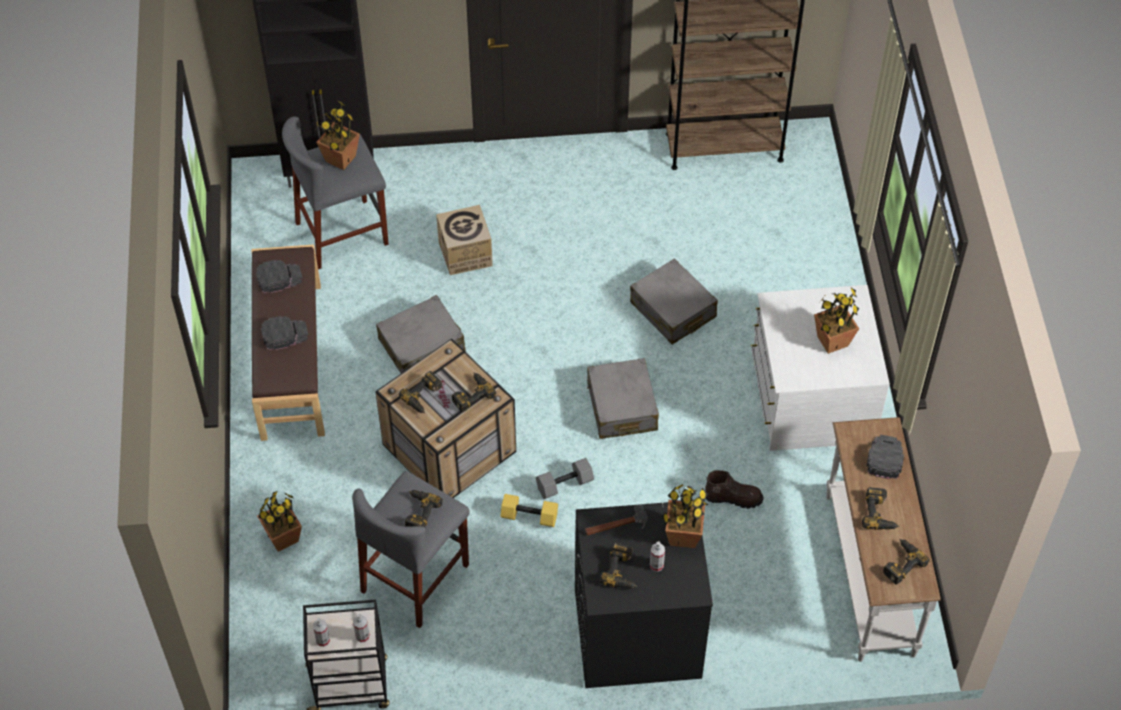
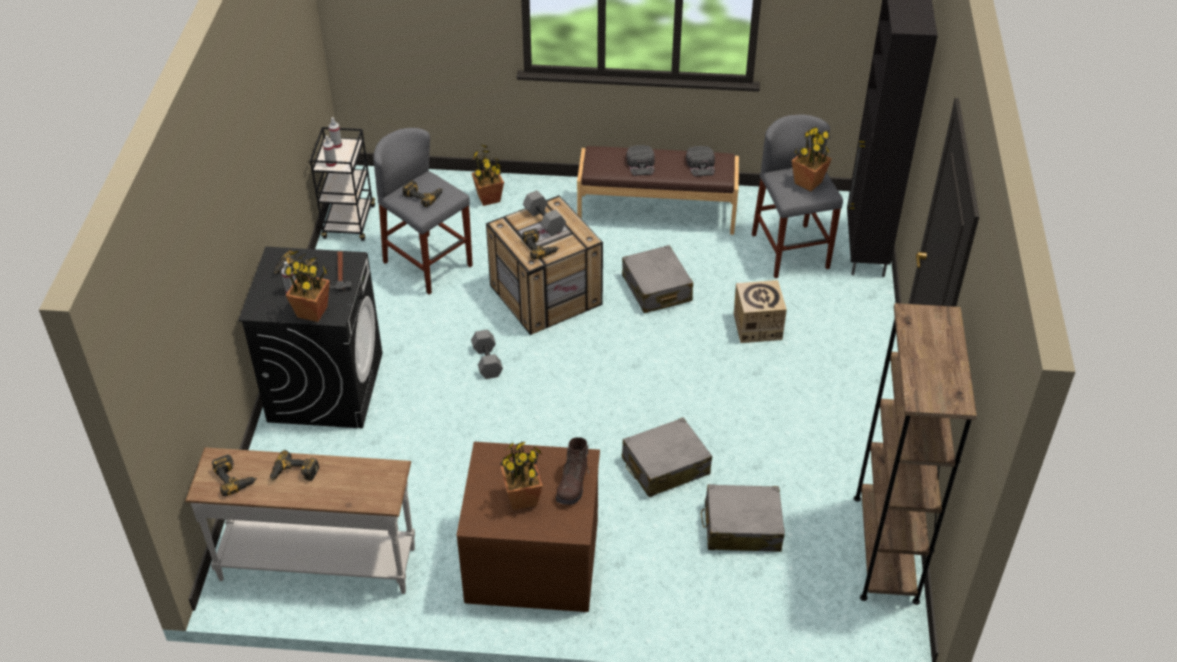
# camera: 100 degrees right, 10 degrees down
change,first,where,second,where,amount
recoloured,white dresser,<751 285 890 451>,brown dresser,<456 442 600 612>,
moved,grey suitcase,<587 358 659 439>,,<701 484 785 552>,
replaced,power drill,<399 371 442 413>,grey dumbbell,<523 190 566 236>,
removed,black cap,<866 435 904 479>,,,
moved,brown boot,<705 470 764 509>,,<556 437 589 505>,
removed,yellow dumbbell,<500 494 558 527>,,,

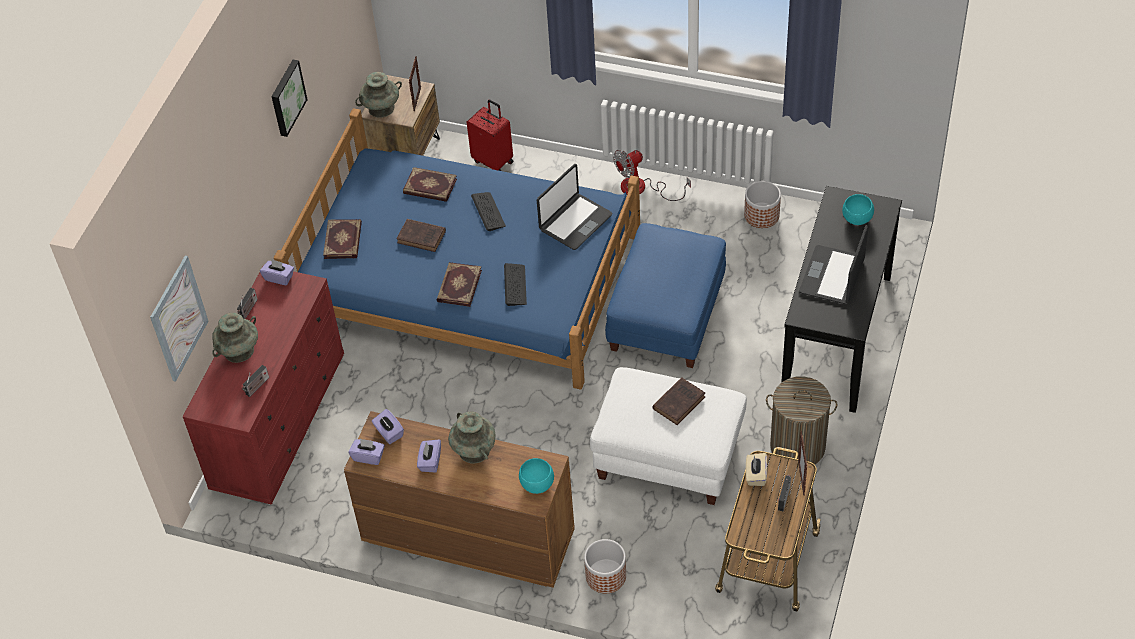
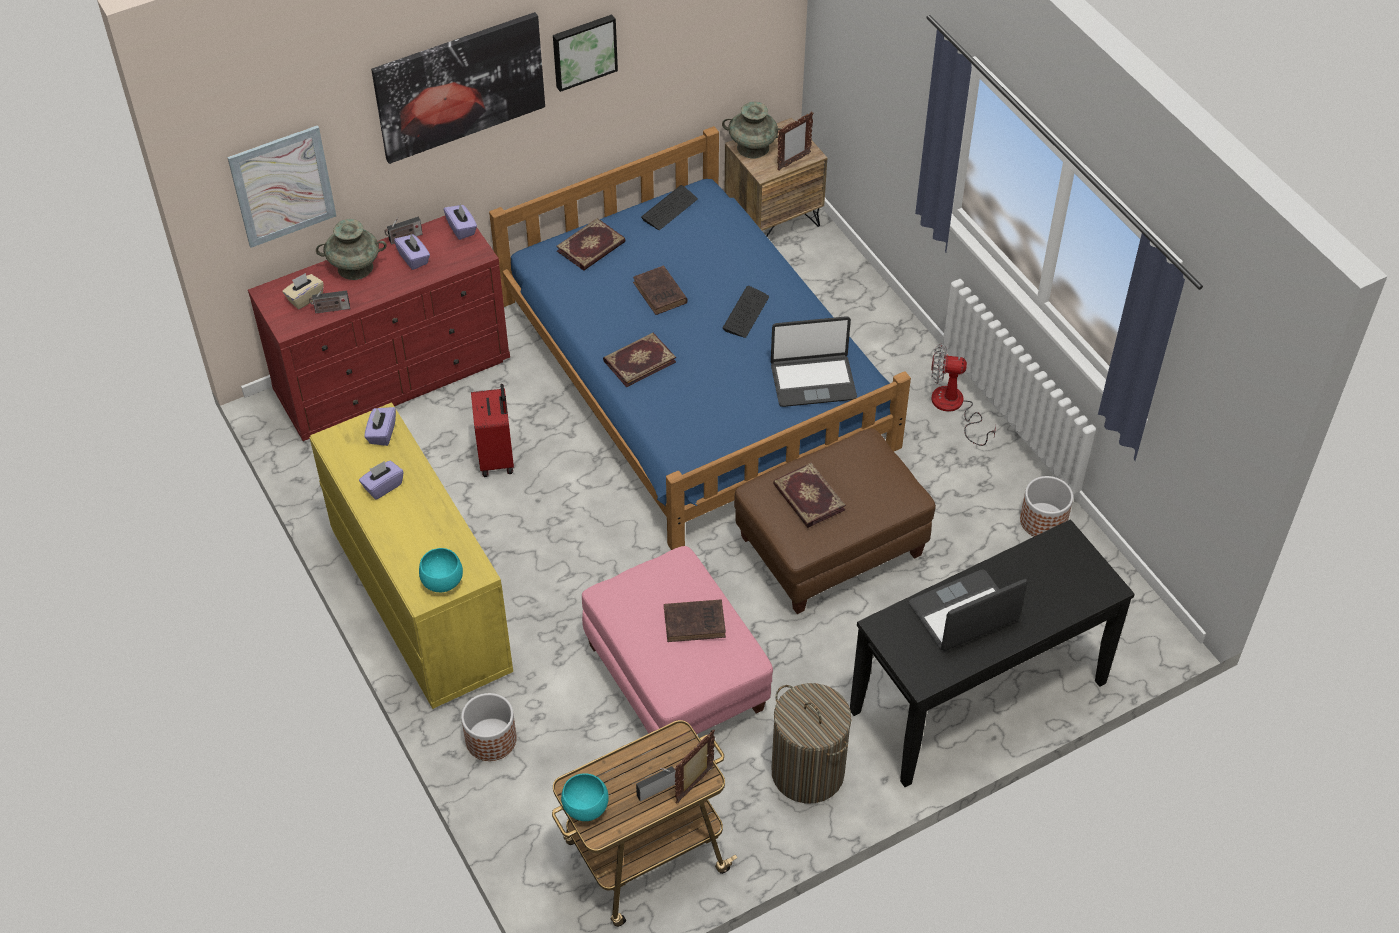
# camera: 40 degrees right, 0 degrees up
change,first,where,second,where,amount
moved,red suitcase,<467 100 513 171>,,<471 384 514 477>,
moved,book,<403 167 457 202>,,<773 463 846 528>,
moved,turquoise bowl,<842 194 874 225>,,<561 773 609 821>,
recoloured,blue ottoman,<605 223 726 368>,brown ottoman,<734 428 936 614>,
moved,keyboard,<504 263 527 306>,,<641 185 698 230>,
recoloured,white ottoman,<590 367 747 505>,pink ottoman,<582 546 773 756>,
recoloured,brown dresser,<344 411 575 587>,yellow dresser,<309 402 513 709>,
removed,turquoise vase,<448 412 495 463>,,,
moved,purple tissue box,<349 438 385 465>,,<394 234 430 270>,
moved,beige tissue box,<746 453 767 486>,,<282 273 324 309>,
added,,,picture,<371 12 545 164>,

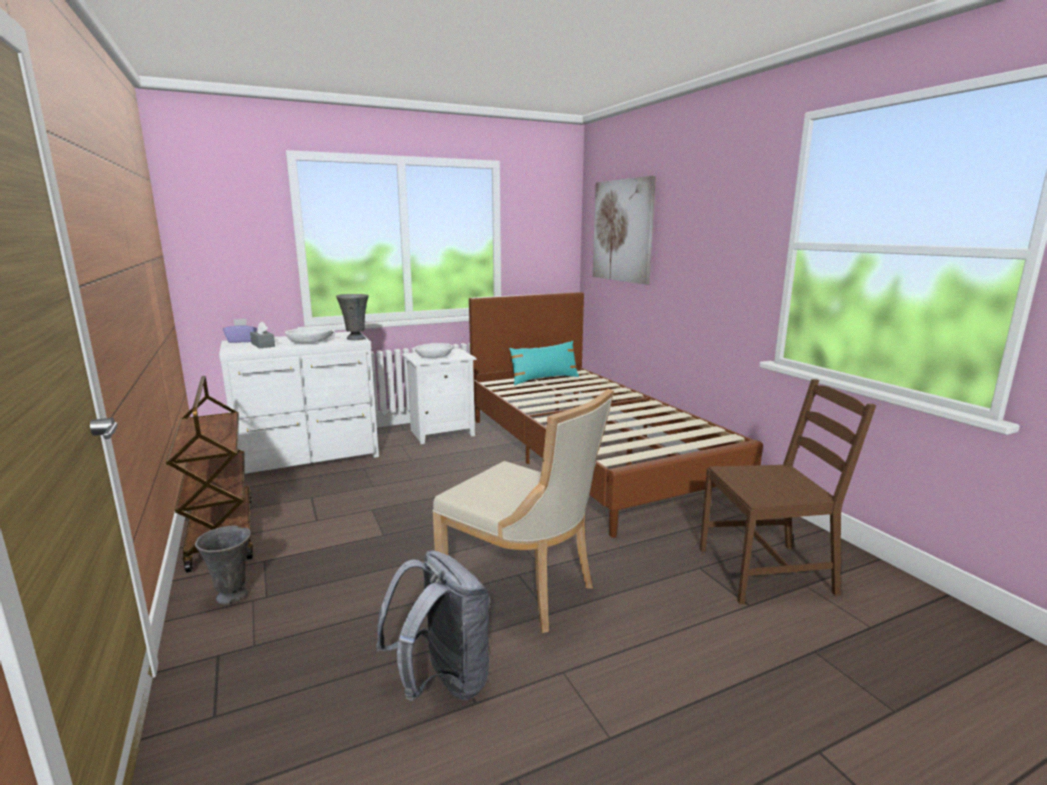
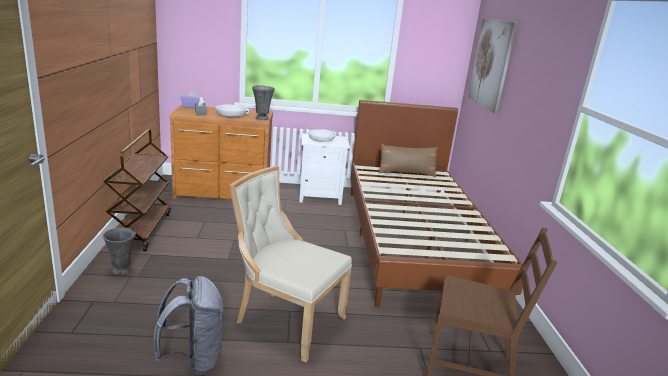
# camera: 20 degrees right, 5 degrees up
change,first,where,second,where,amount
recoloured,white dresser,<219 332 379 474>,brown dresser,<170 105 273 199>,
recoloured,turquoise pillow,<509 341 579 385>,brown pillow,<379 144 438 177>,
turned,beige chair,<432 389 614 633>,,<230 166 352 363>,150 degrees clockwise

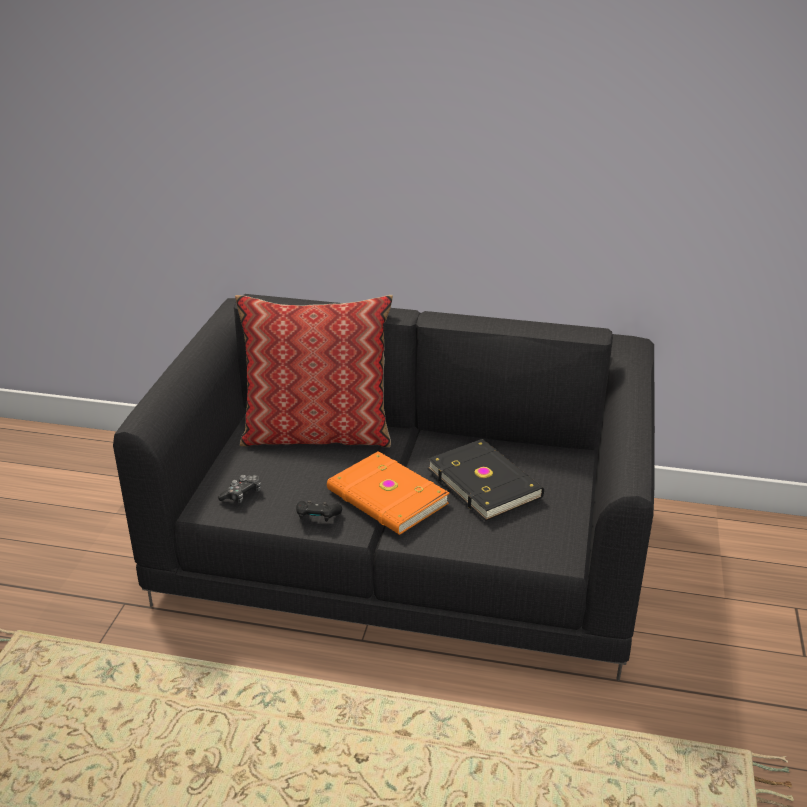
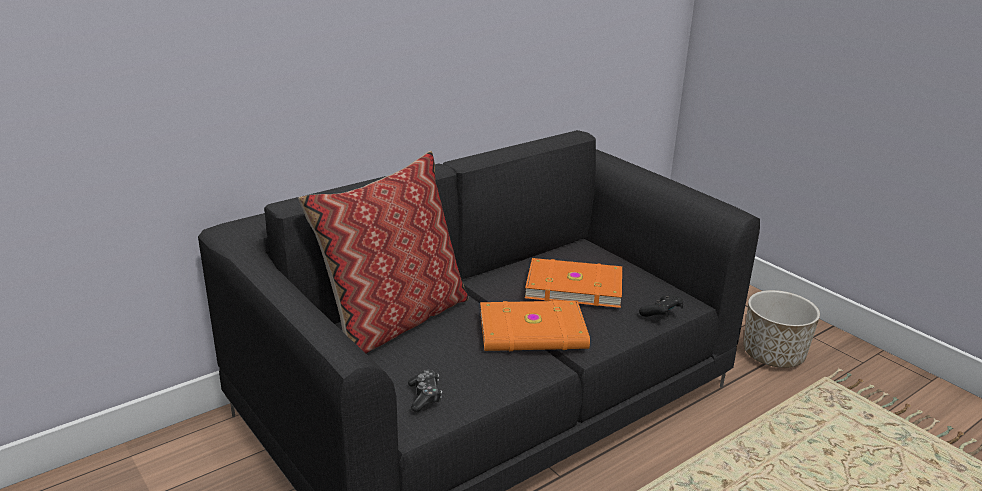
# camera: 50 degrees left, 5 degrees down
change,first,where,second,where,amount
recoloured,black book,<428 439 544 521>,orange book,<525 258 622 308>,
moved,black game controller,<296 501 342 522>,,<639 295 683 317>,
added,,,planter,<743 290 820 368>,

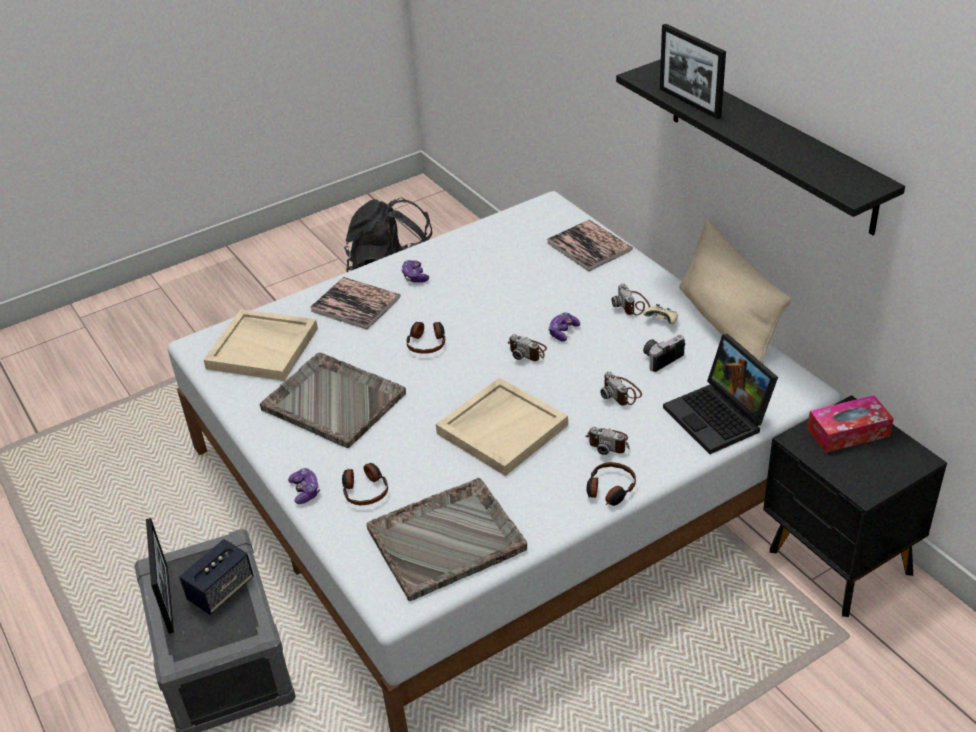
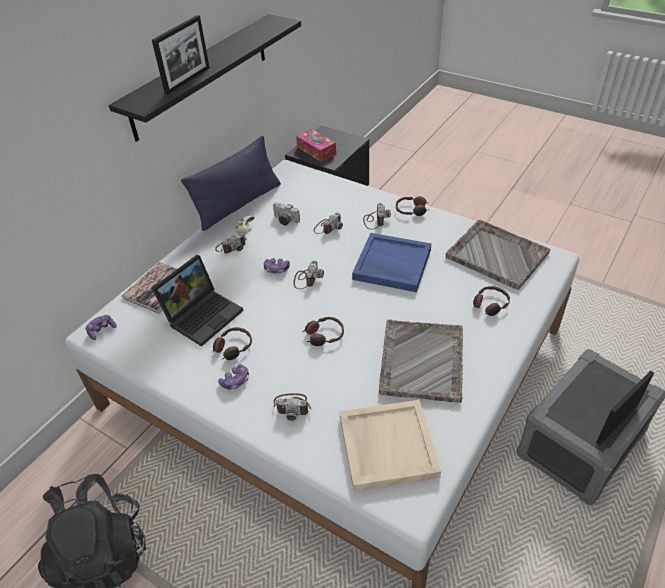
# camera: 115 degrees left, 5 degrees up
change,first,where,second,where,amount
recoloured,beige pillow,<679 220 792 364>,blue pillow,<181 136 281 231>,
replaced,book,<310 277 400 330>,photo camera,<273 393 311 421>,
moved,laptop,<663 334 778 454>,,<152 255 243 347>,
recoloured,beige tray,<436 378 568 476>,blue tray,<352 233 432 292>,
moved,game controller,<288 468 320 504>,,<85 315 117 340>,
removed,speaker,<179 539 254 615>,,,
added,,,headphones,<212 327 252 360>,

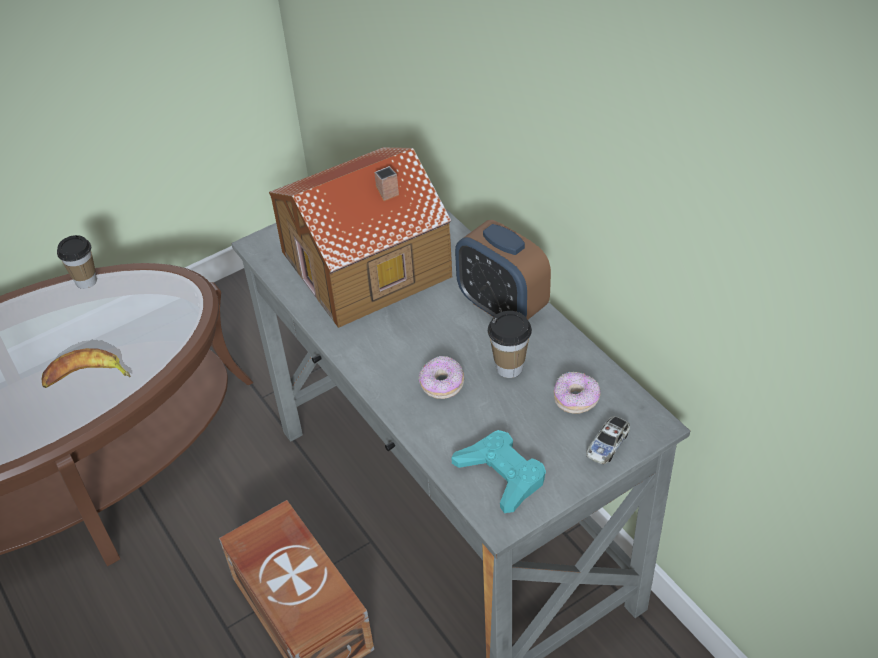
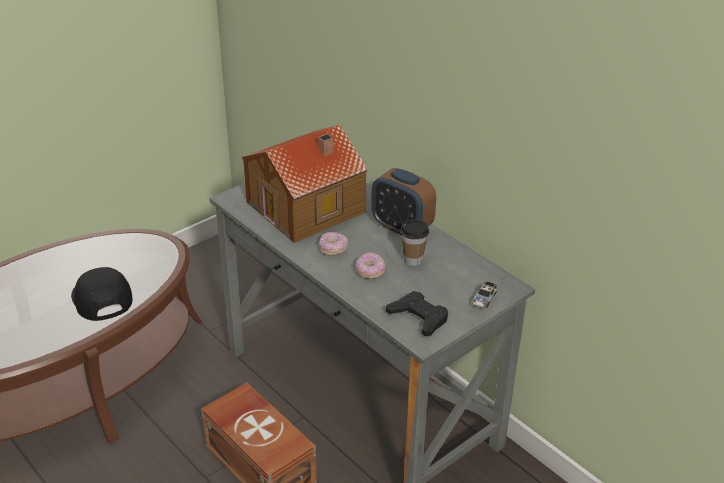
# camera: 10 degrees left, 10 degrees down
change,first,where,second,where,amount
removed,cup,<57 235 97 289>,,,
replaced,banana,<41 348 130 388>,black cap,<71 267 133 321>,
moved,donut,<554 372 601 414>,,<319 232 348 256>,
recoloured,turquoise game controller,<451 430 546 513>,black game controller,<386 291 448 337>,

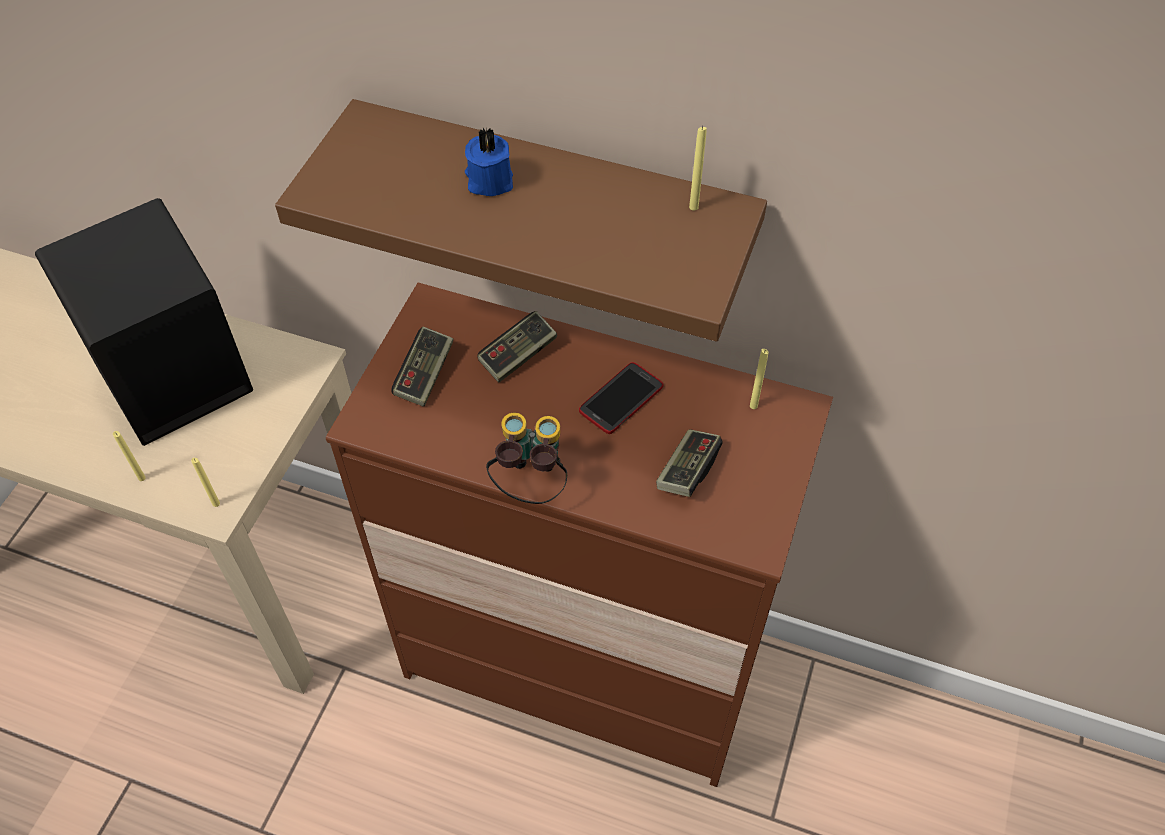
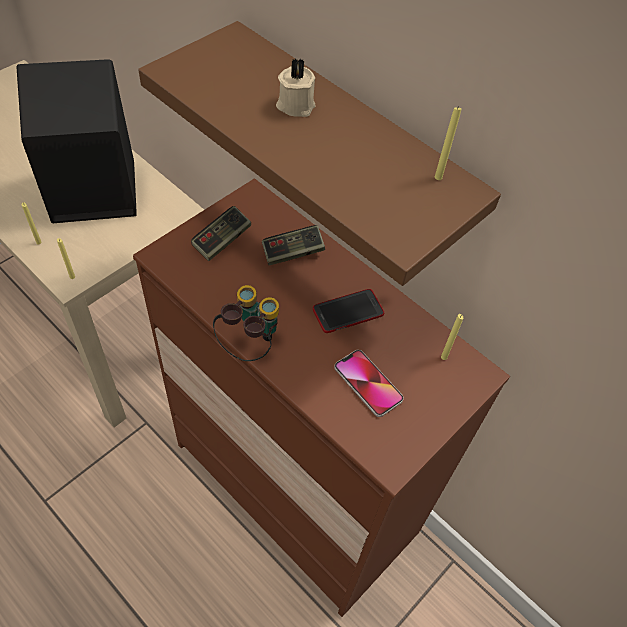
# camera: 20 degrees right, 0 degrees up
change,first,where,second,where,amount
recoloured,blue candle,<465 128 513 196>,beige candle,<276 58 316 117>,
replaced,game controller,<656 429 723 497>,phone,<334 350 404 417>,

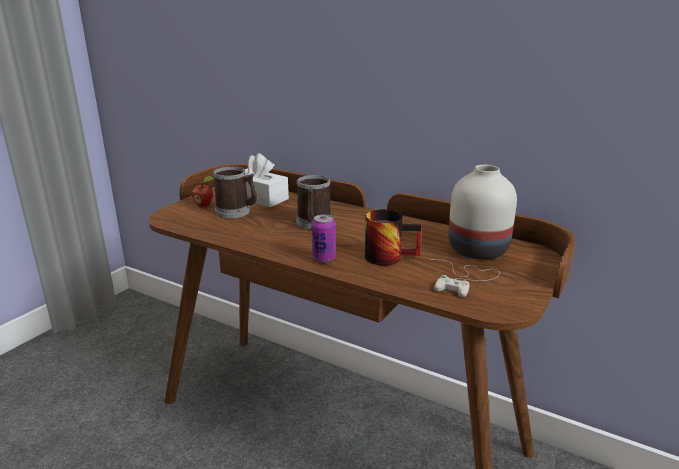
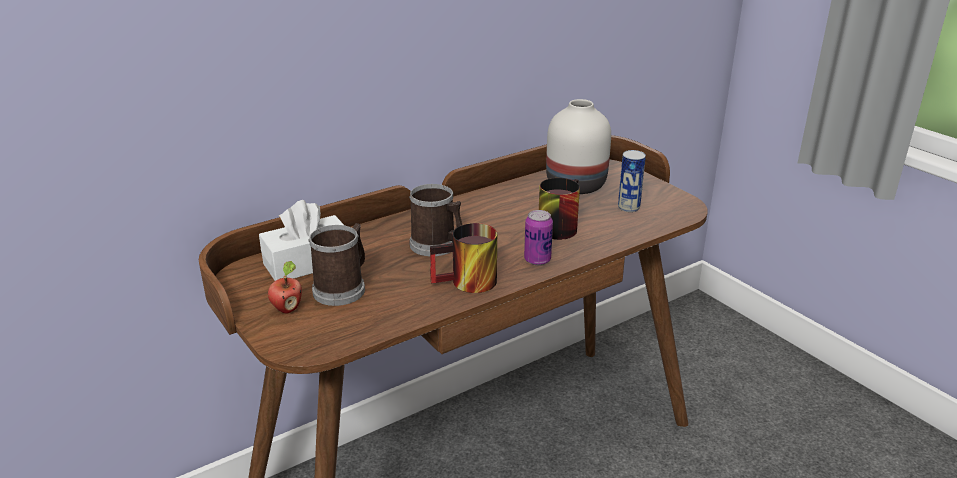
# camera: 65 degrees left, 5 degrees up
change,first,where,second,where,amount
replaced,white game controller,<432 259 500 297>,can,<618 150 646 212>,
added,,,mug,<430 223 497 293>,

